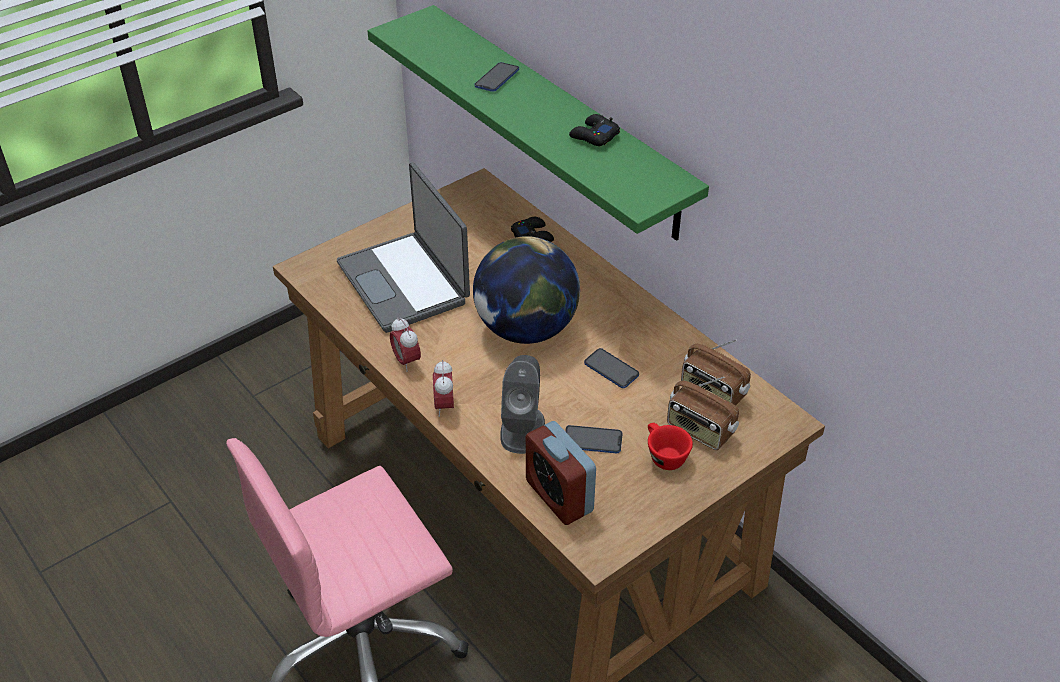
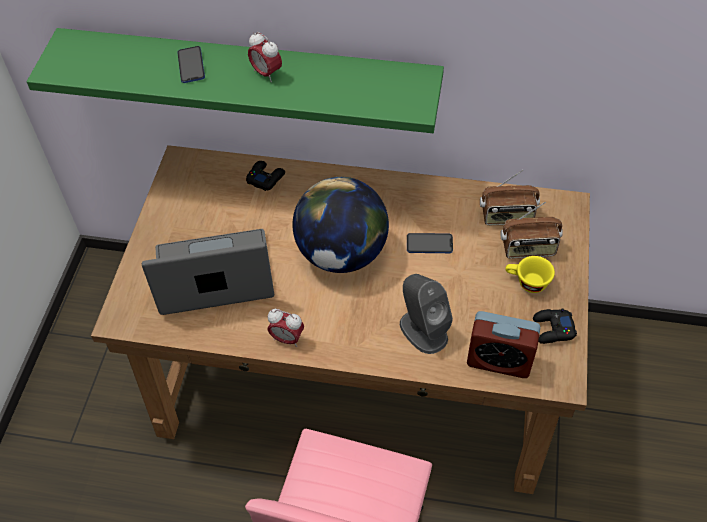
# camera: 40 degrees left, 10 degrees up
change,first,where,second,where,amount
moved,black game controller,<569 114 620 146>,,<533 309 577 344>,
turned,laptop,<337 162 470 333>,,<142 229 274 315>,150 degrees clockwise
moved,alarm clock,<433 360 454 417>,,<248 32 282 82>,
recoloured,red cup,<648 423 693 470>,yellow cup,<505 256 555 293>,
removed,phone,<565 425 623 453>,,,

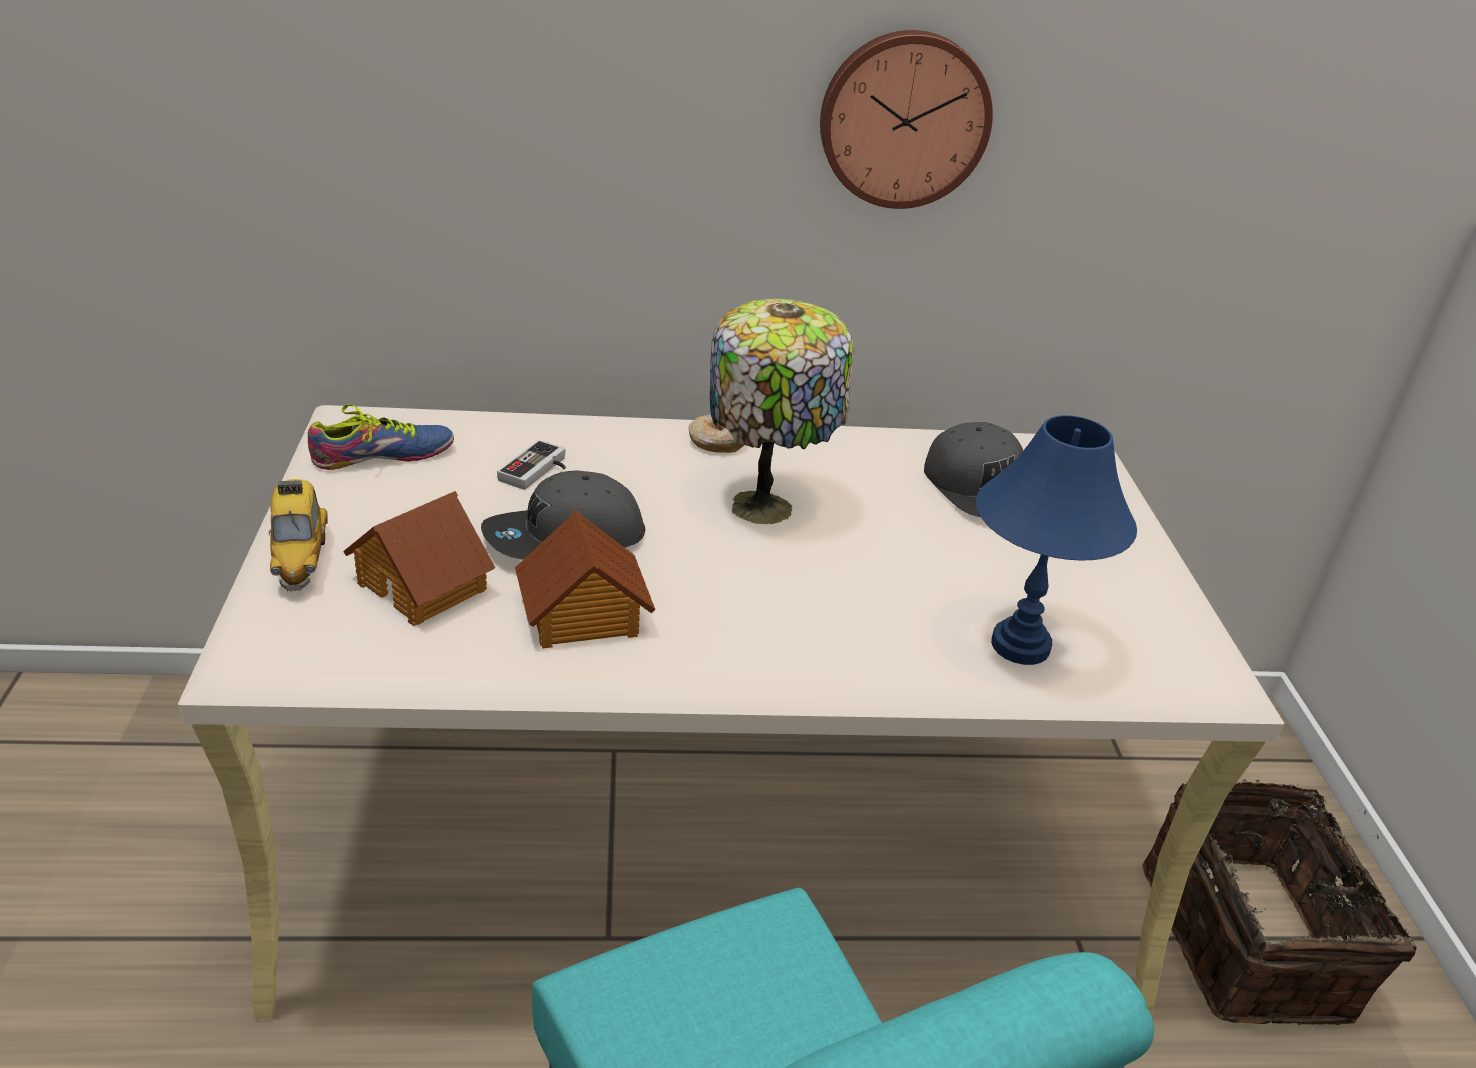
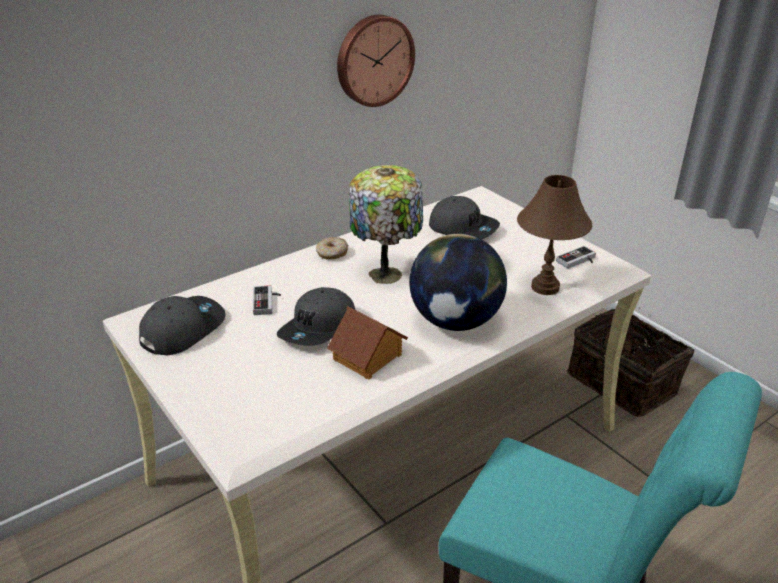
# camera: 30 degrees left, 0 degrees up
change,first,where,second,where,amount
replaced,shoe,<308 404 454 470>,grey cap,<139 296 226 355>,
recoloured,blue table lamp,<976 415 1137 665>,brown table lamp,<517 175 592 295>,
removed,toy car,<268 479 328 591>,,,
removed,toy house,<343 491 495 626>,,,
added,,,globe,<409 234 507 331>,
added,,,game controller,<556 246 596 269>,

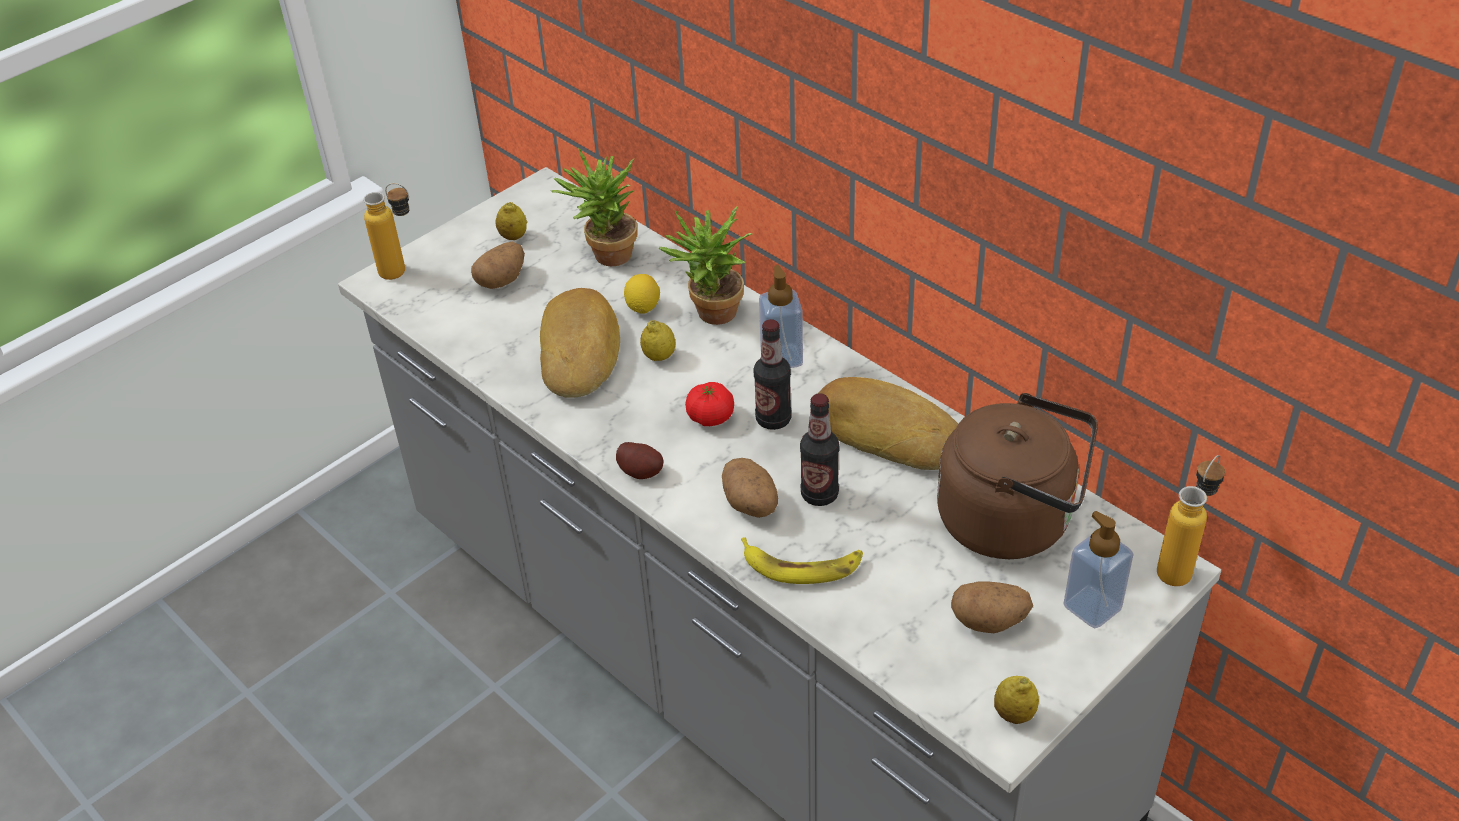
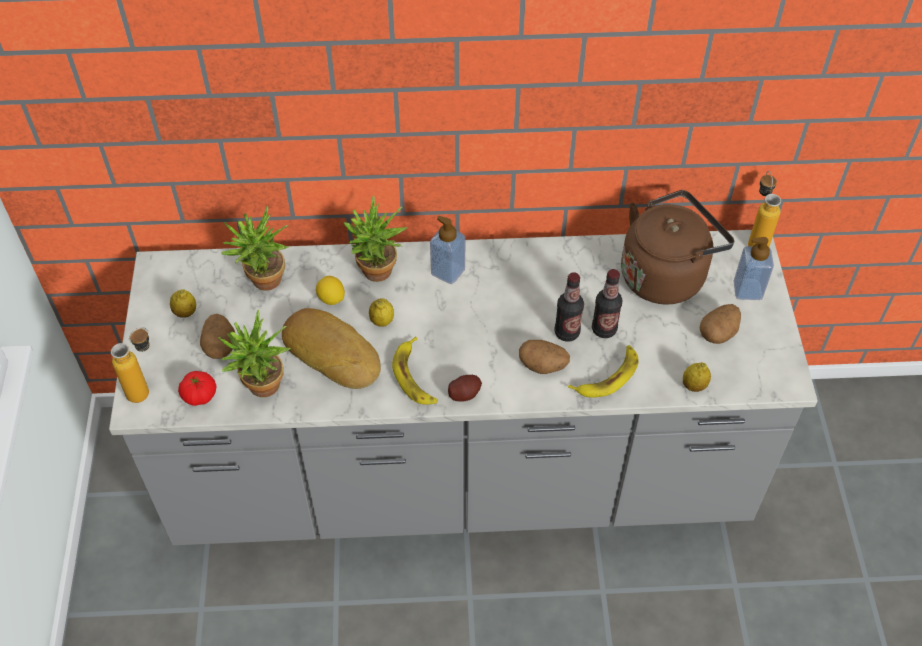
# camera: 50 degrees left, 10 degrees up
change,first,where,second,where,amount
moved,bottle,<754 319 792 430>,,<592 269 623 338>,
removed,bread,<818 377 958 470>,,,
moved,tomato,<685 382 734 426>,,<178 371 217 406>,
moved,lemon,<994 676 1039 724>,,<683 362 711 392>,
added,,,potted plant,<218 309 291 397>,
added,,,banana,<392 337 438 405>,

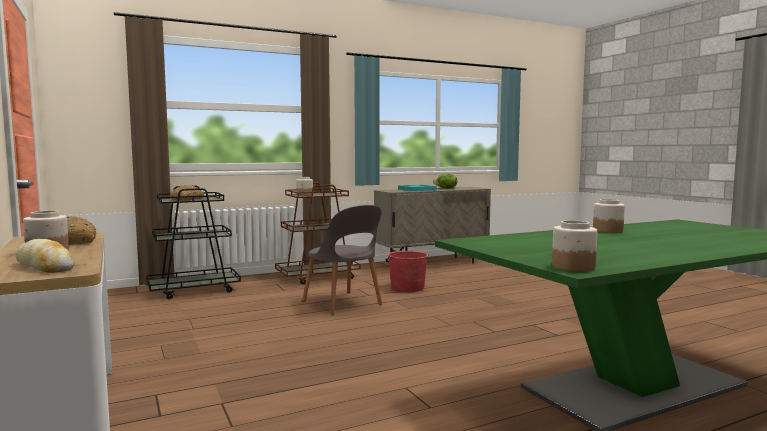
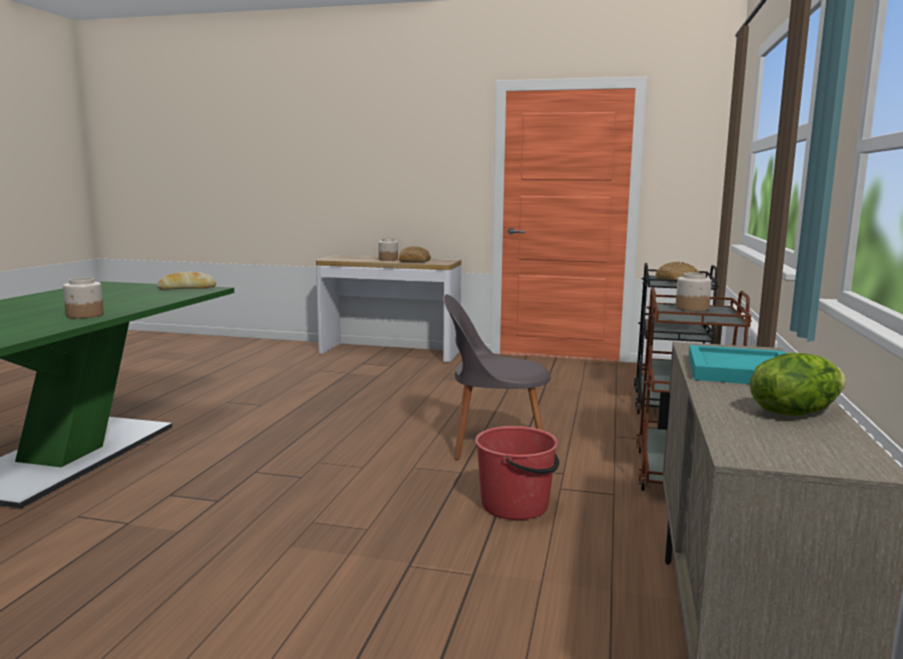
# camera: 130 degrees right, 5 degrees up
change,first,where,second,where,amount
removed,jar,<552 220 597 271>,,,
moved,bread,<16 239 75 273>,,<157 272 216 290>,

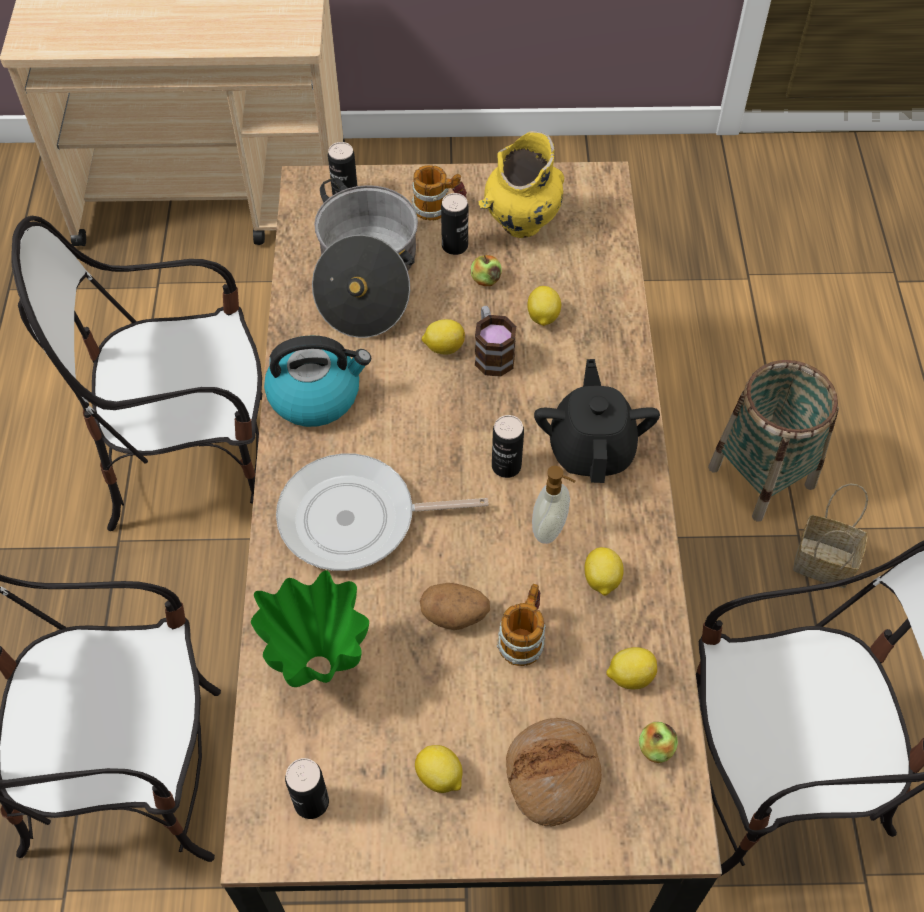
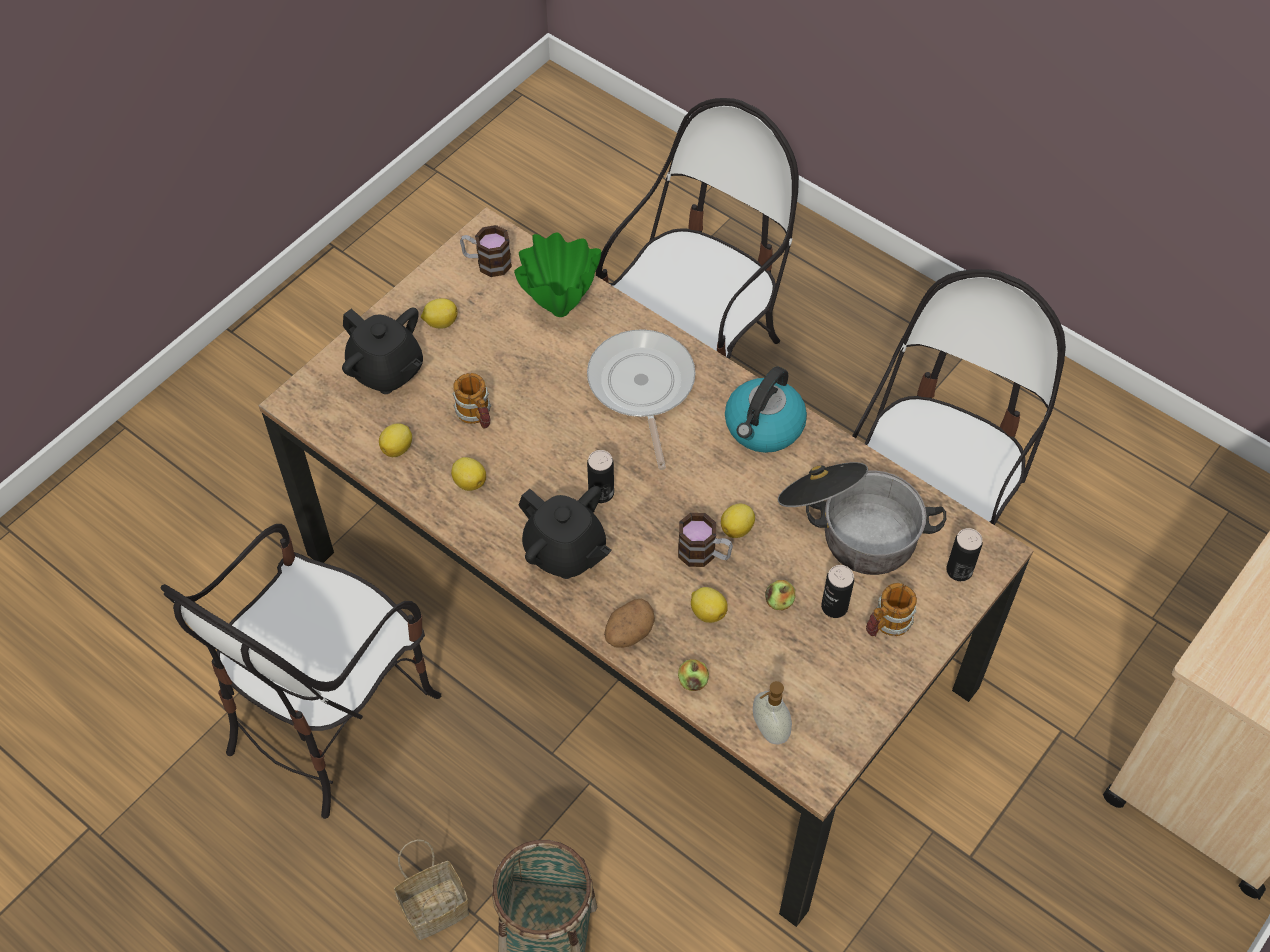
# camera: 130 degrees right, 0 degrees up
change,first,where,second,where,amount
removed,yellow vase,<479 131 564 238>,,,
turned,frying pan,<276 453 489 571>,,<587 329 696 470>,45 degrees counterclockwise
moved,soap dispenser,<532 466 576 544>,,<753 681 792 744>,
moved,potato,<420 583 490 630>,,<604 598 655 648>,
replaced,bread,<506 718 602 826>,black teapot,<342 308 423 394>,
moved,apple,<639 722 678 763>,,<678 659 709 691>,
replaced,can,<285 758 329 819>,mug,<460 225 512 277>,

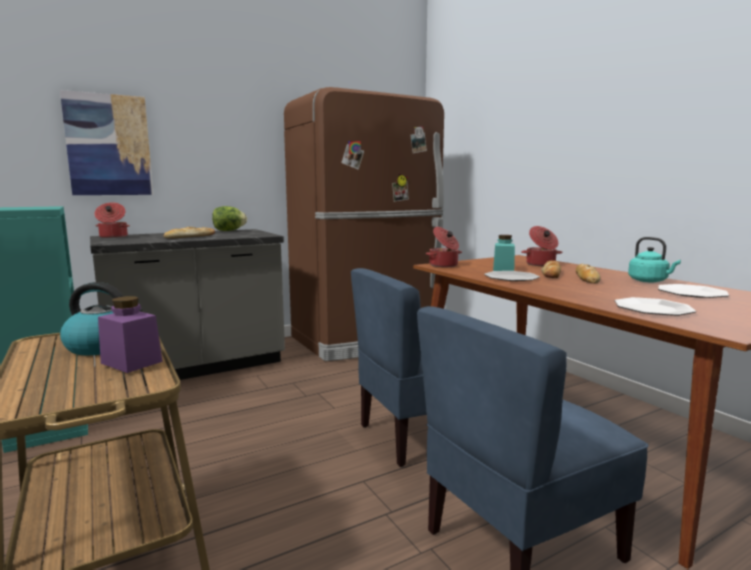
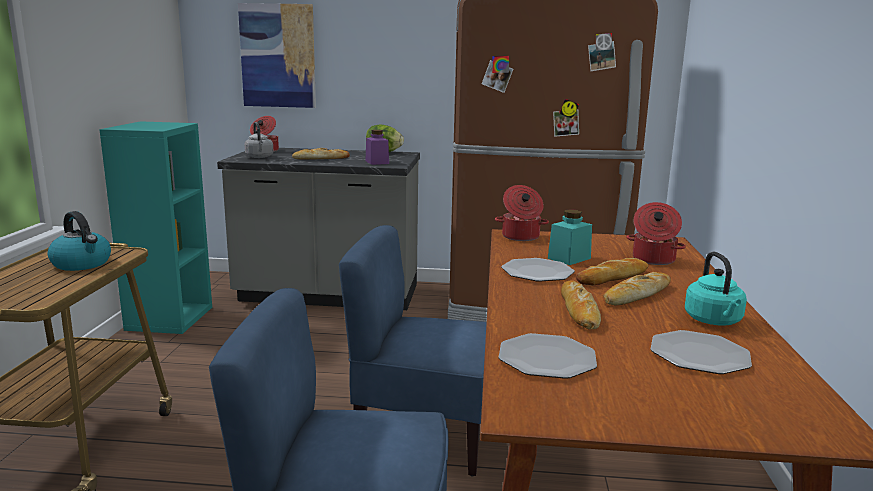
# camera: 35 degrees right, 5 degrees up
change,first,where,second,where,amount
moved,purple jar,<98 296 162 373>,,<366 130 389 165>,
added,,,grey kettle,<245 122 274 158>,
added,,,bread,<561 280 601 330>,

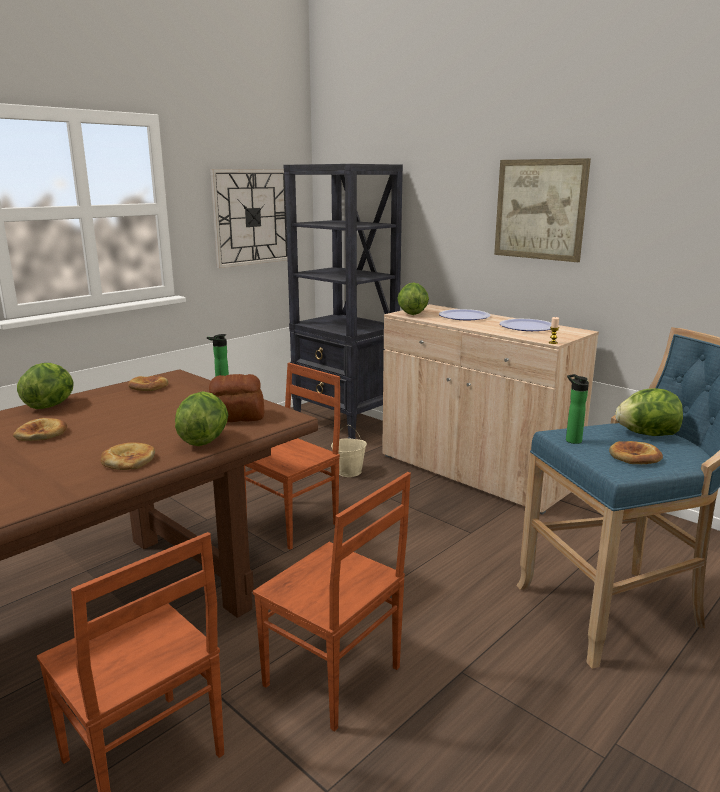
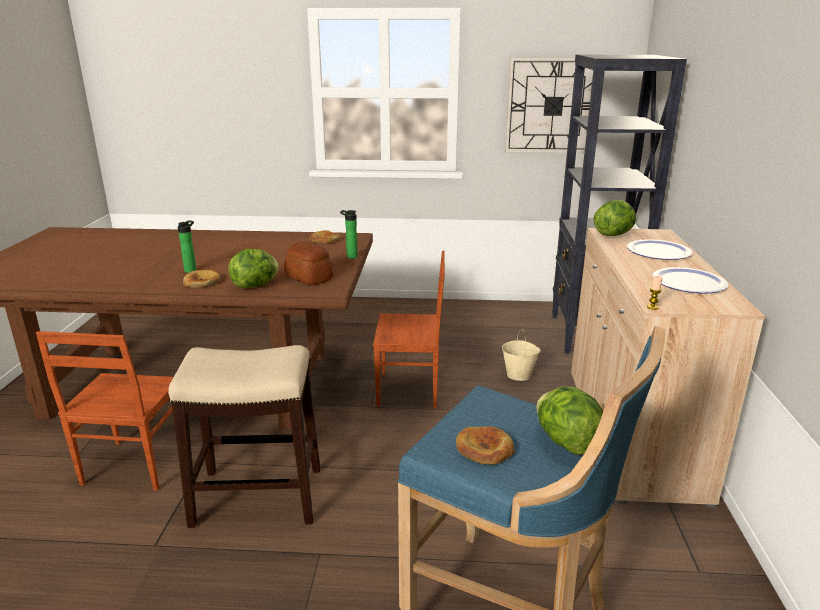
# camera: 50 degrees right, 5 degrees up
change,first,where,second,where,amount
removed,picture,<494 158 591 262>,,,
removed,lettuce,<17 363 74 409>,,,
moved,bottle,<566 374 589 444>,,<178 220 197 273>,
removed,bread,<13 418 67 441>,,,
replaced,brown chair,<253 472 411 732>,stool,<168 345 320 528>,

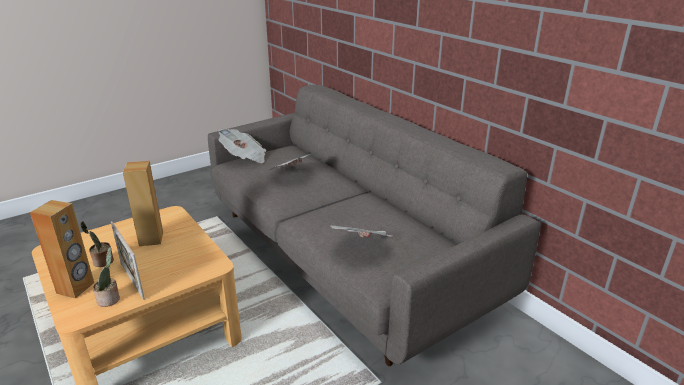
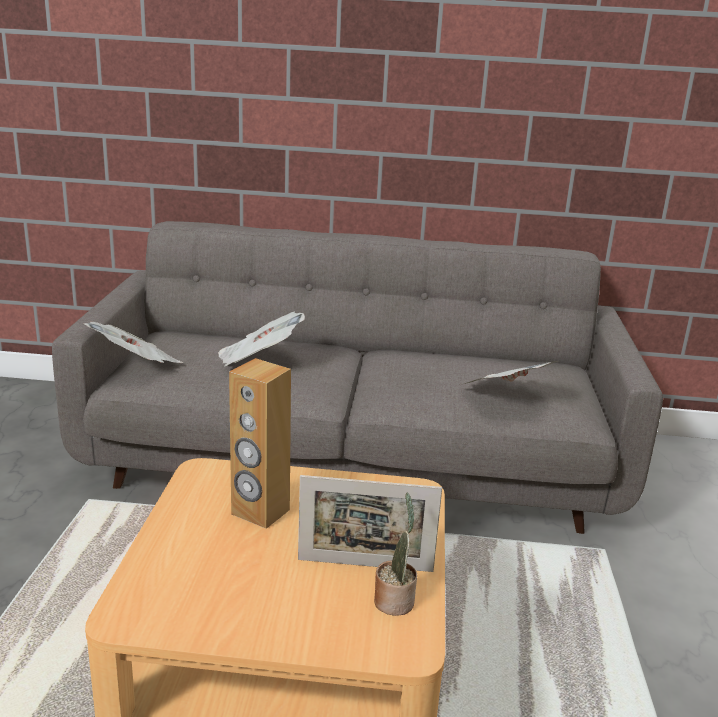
# camera: 50 degrees left, 5 degrees down
change,first,where,second,where,amount
removed,brown speaker,<30 200 94 298>,,,
removed,potted plant,<80 221 114 267>,,,

